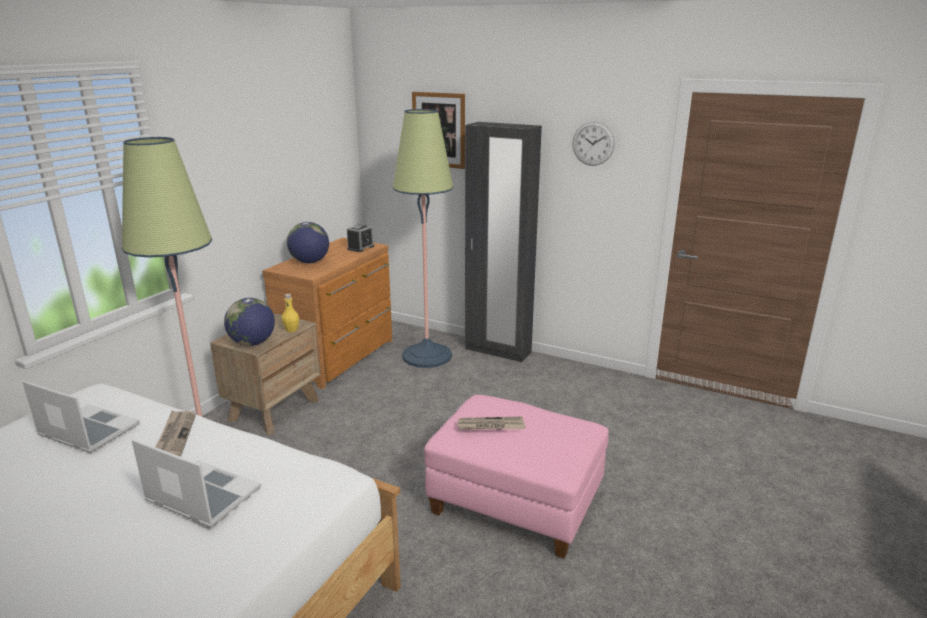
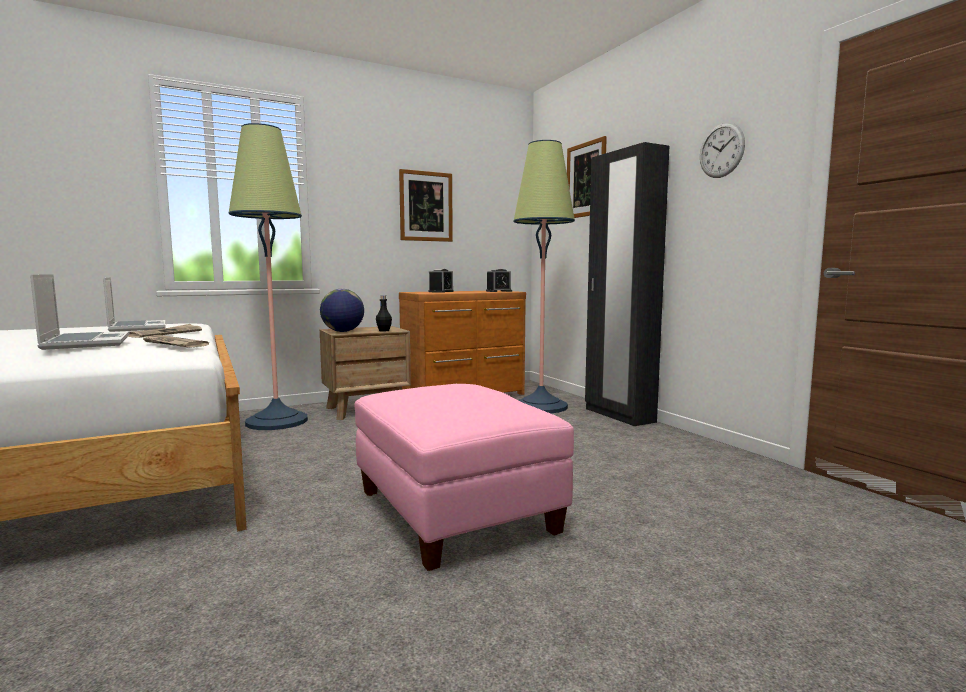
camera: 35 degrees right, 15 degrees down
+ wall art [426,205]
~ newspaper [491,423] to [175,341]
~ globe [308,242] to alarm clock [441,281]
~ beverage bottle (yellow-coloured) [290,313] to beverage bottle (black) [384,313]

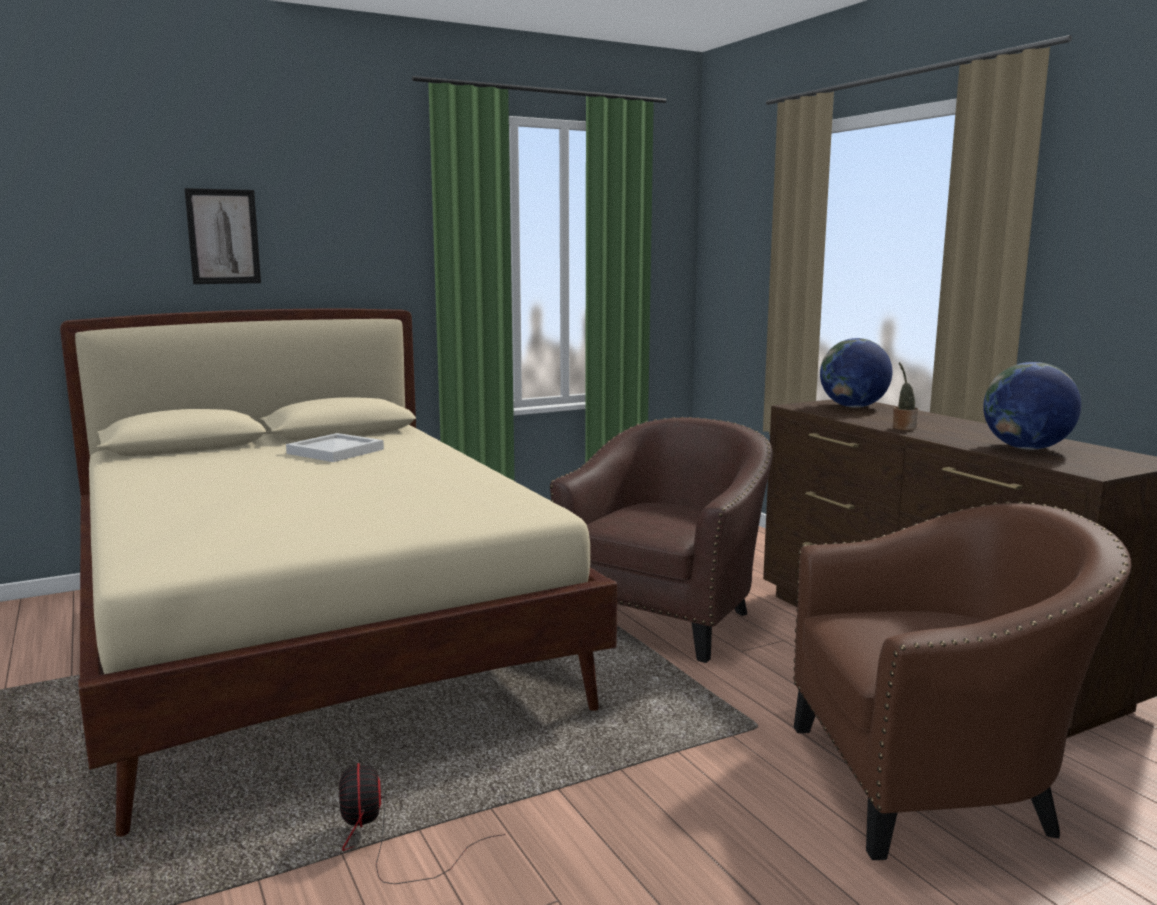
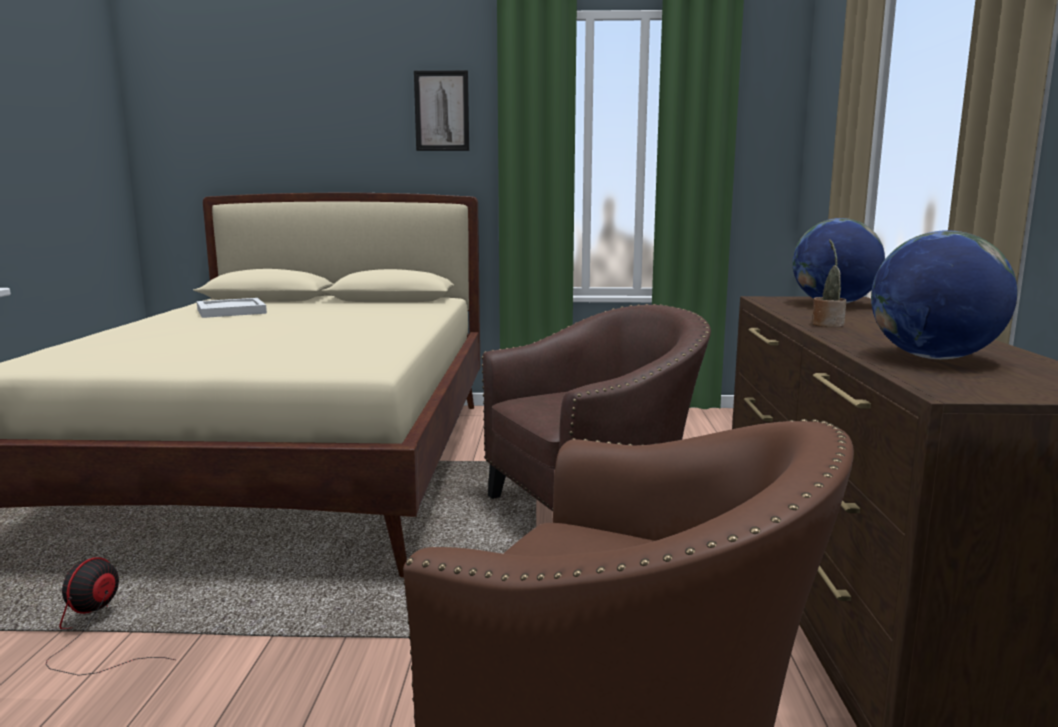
camera: 30 degrees right, 0 degrees up
~ wall art [222,236] to [441,110]
~ carrying tray (white) [335,447] to [232,308]

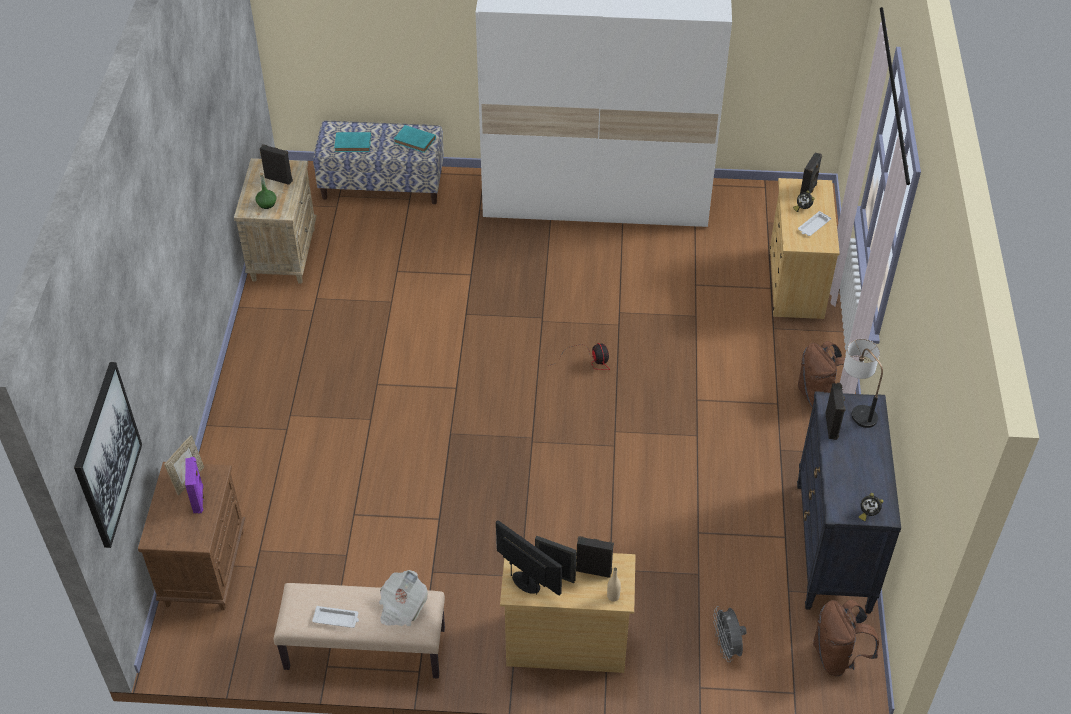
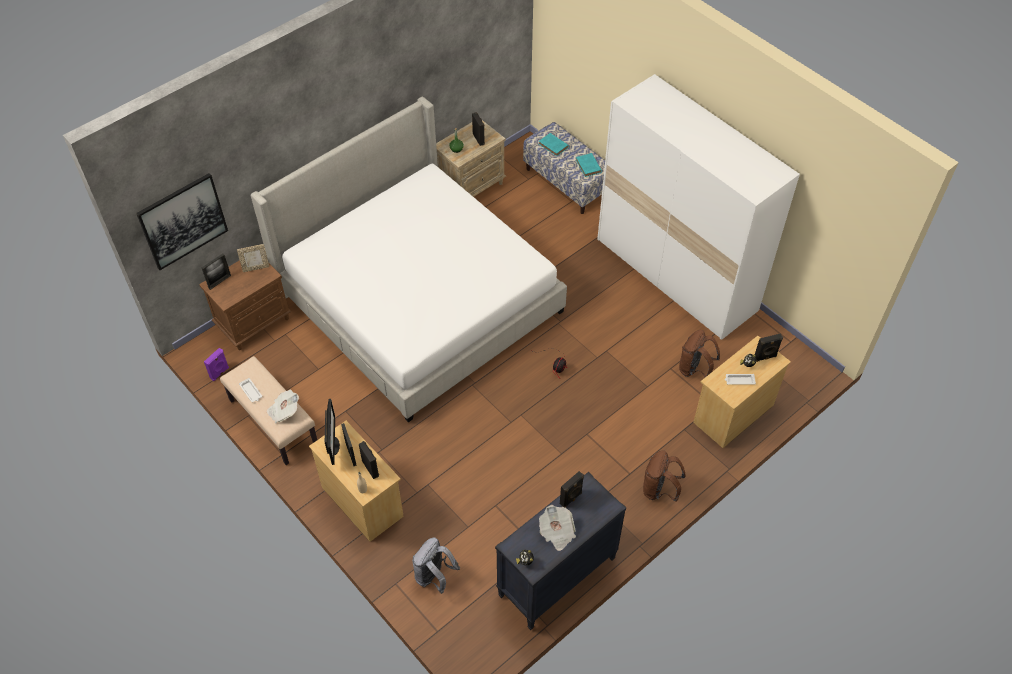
camera: 45 degrees right, 5 degrees up
- table lamp [863,383]
+ photo frame [216,272]
+ sleeping bed [409,259]
+ newspaper [557,528]
~ speaker (purple) [194,485] to [216,364]
~ knapsack (brown-coloured) [846,638] to [699,353]
~ cooling fan (gray) [730,634] to knapsack (gray) [436,566]

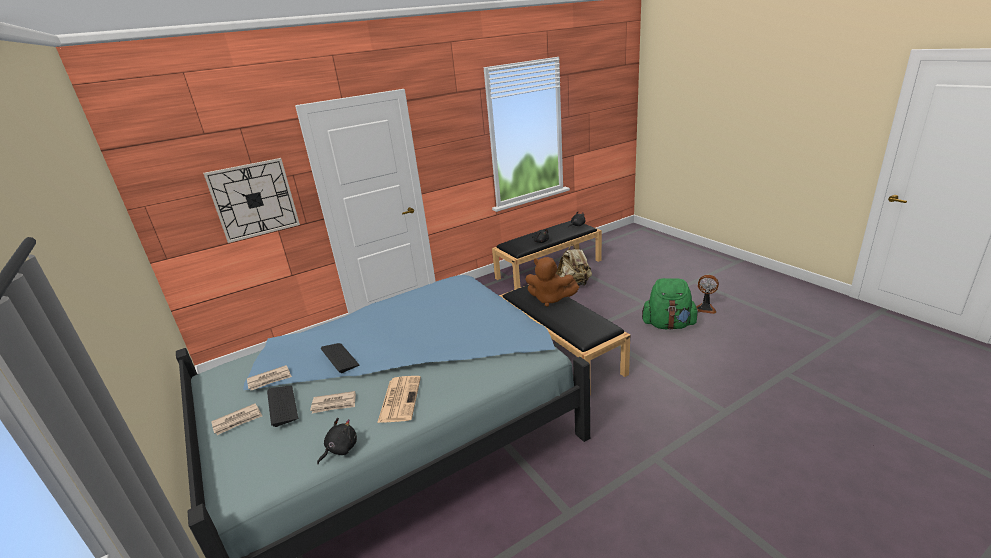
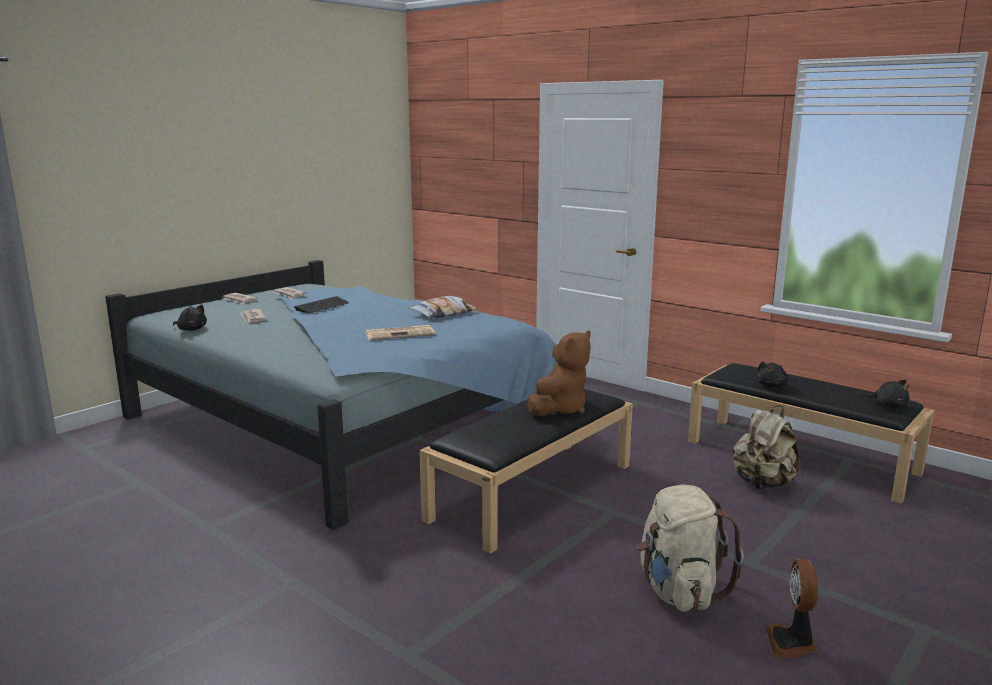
camera: 70 degrees right, 10 degrees down
- hanging clock [251,200]
- PC keyboard [282,406]
+ pillow [443,307]
~ newspaper [399,399] to [400,332]
~ knapsack (greenish) [670,304] to knapsack (sand-coloured) [690,548]
~ soft toy (brown-coloured) [552,282] = [559,373] 150 degrees counterclockwise

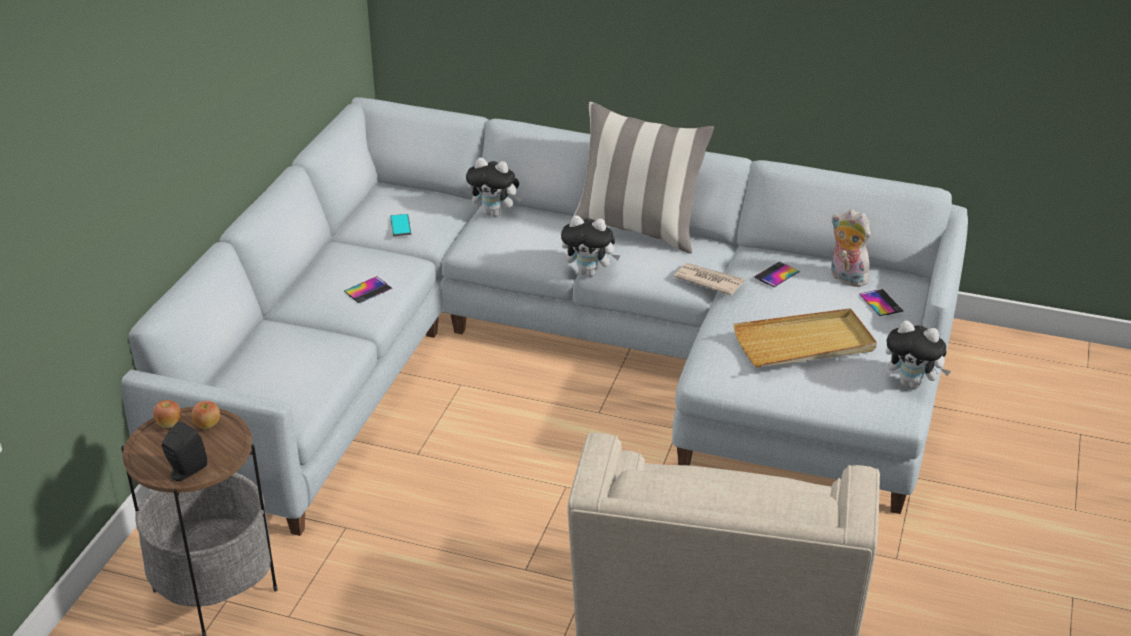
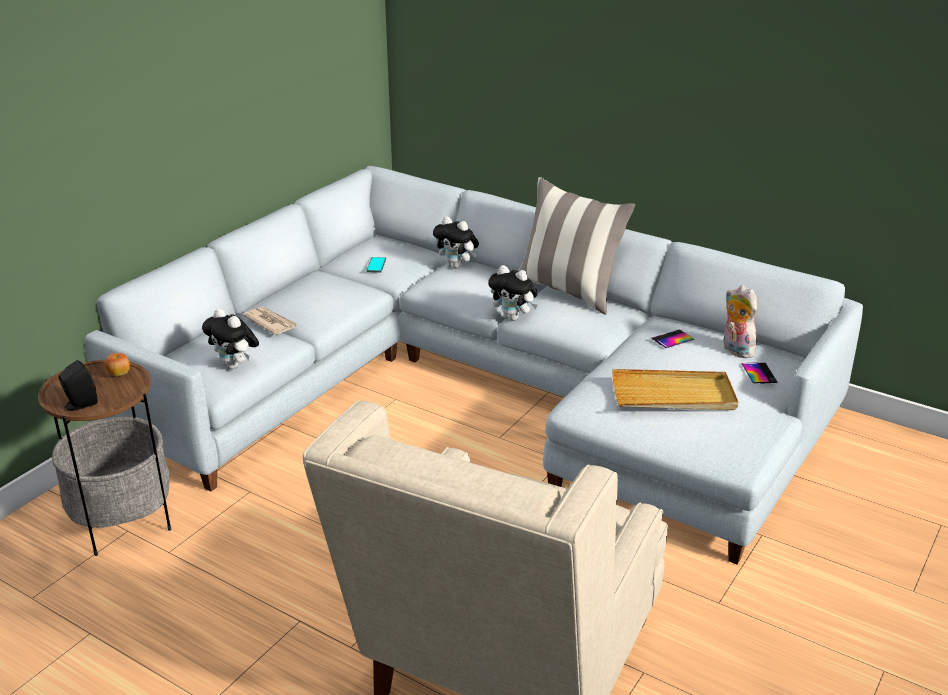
camera: 15 degrees right, 5 degrees down
- whole apple [167,414]
- telephone [368,289]
~ newspaper [709,279] to [271,320]
~ soft toy [918,354] to [230,338]

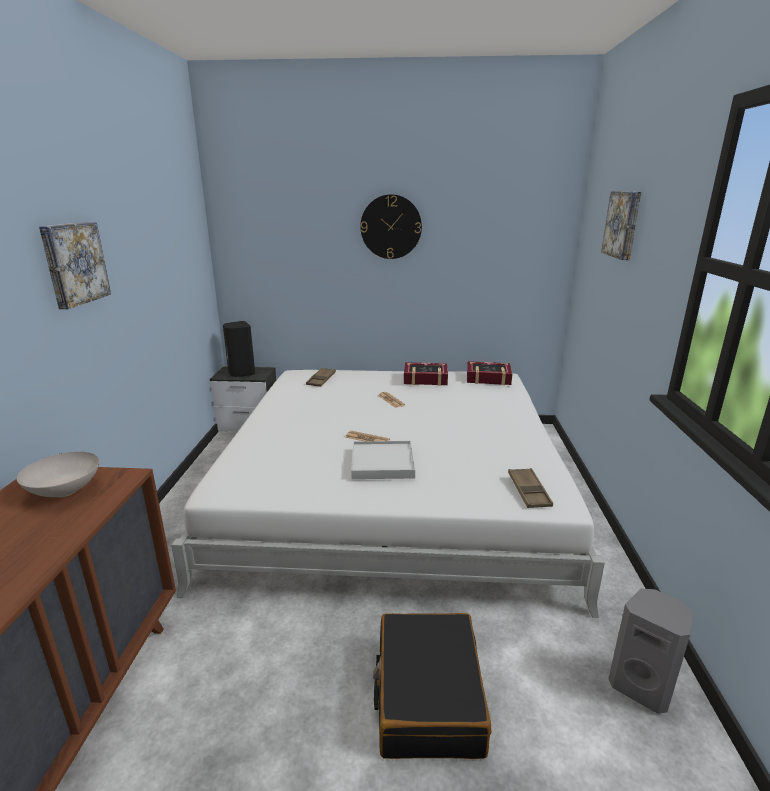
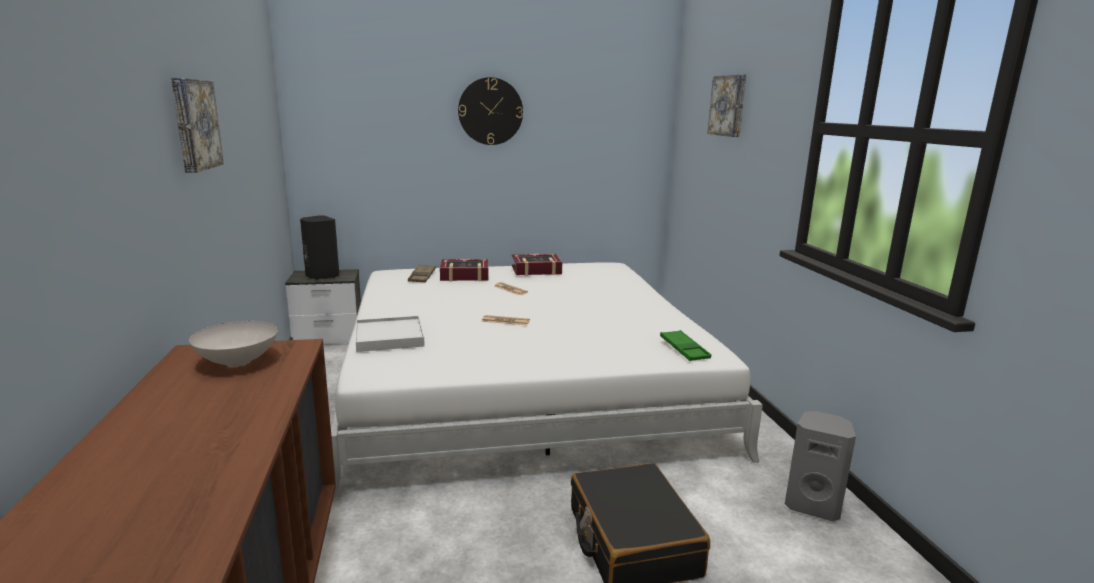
camera: 15 degrees left, 5 degrees down
~ carrying tray (white) [383,460] to [390,334]
~ bound book [489,373] to [464,270]
~ carrying tray (brown-coloured) [530,488] to carrying tray (greenish) [685,345]

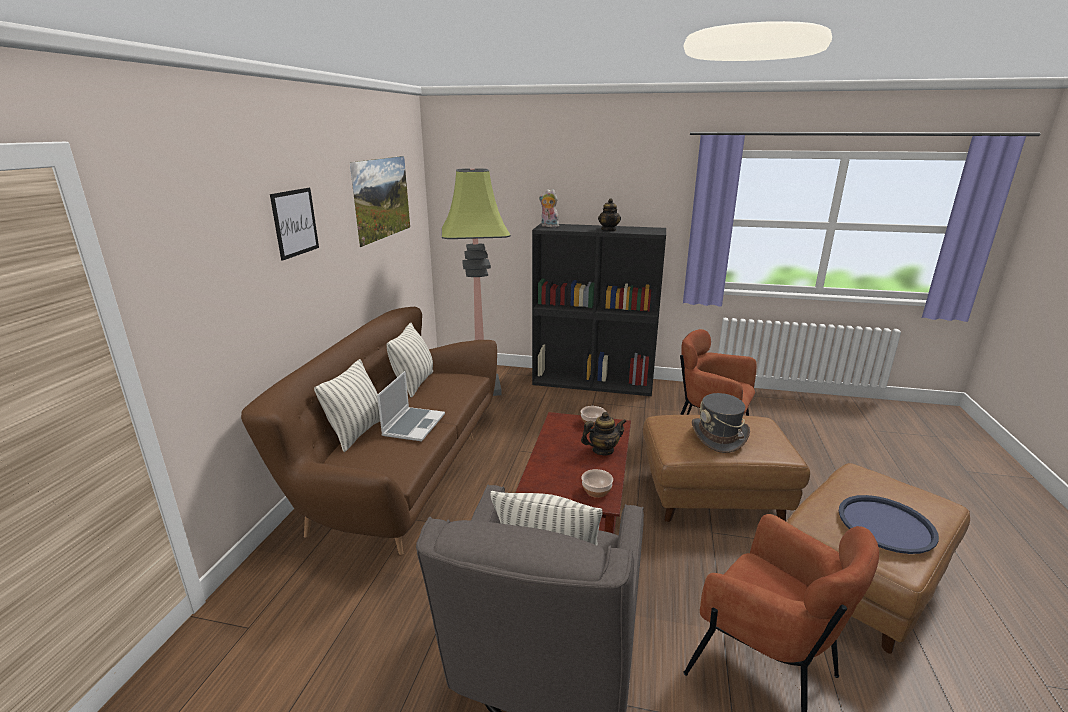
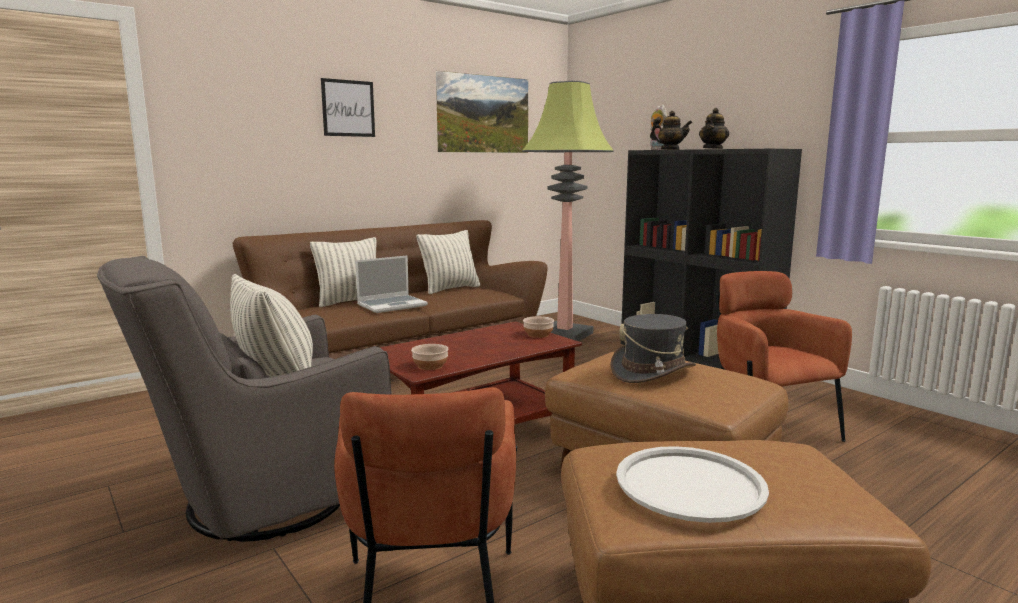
camera: 40 degrees right, 10 degrees down
~ teapot [604,434] to [671,130]
~ carrying tray (blue) [889,524] to carrying tray (white) [692,484]

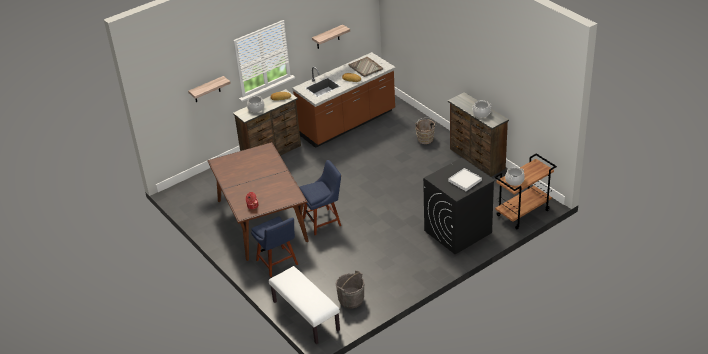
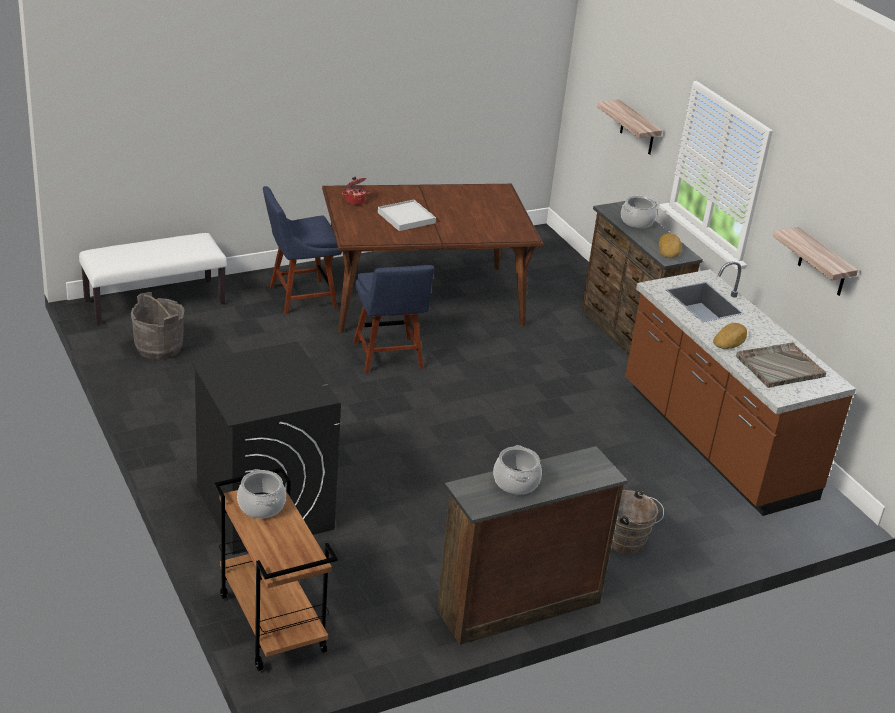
camera: 95 degrees right, 5 degrees down
~ carrying tray (white) [465,179] to [407,215]

